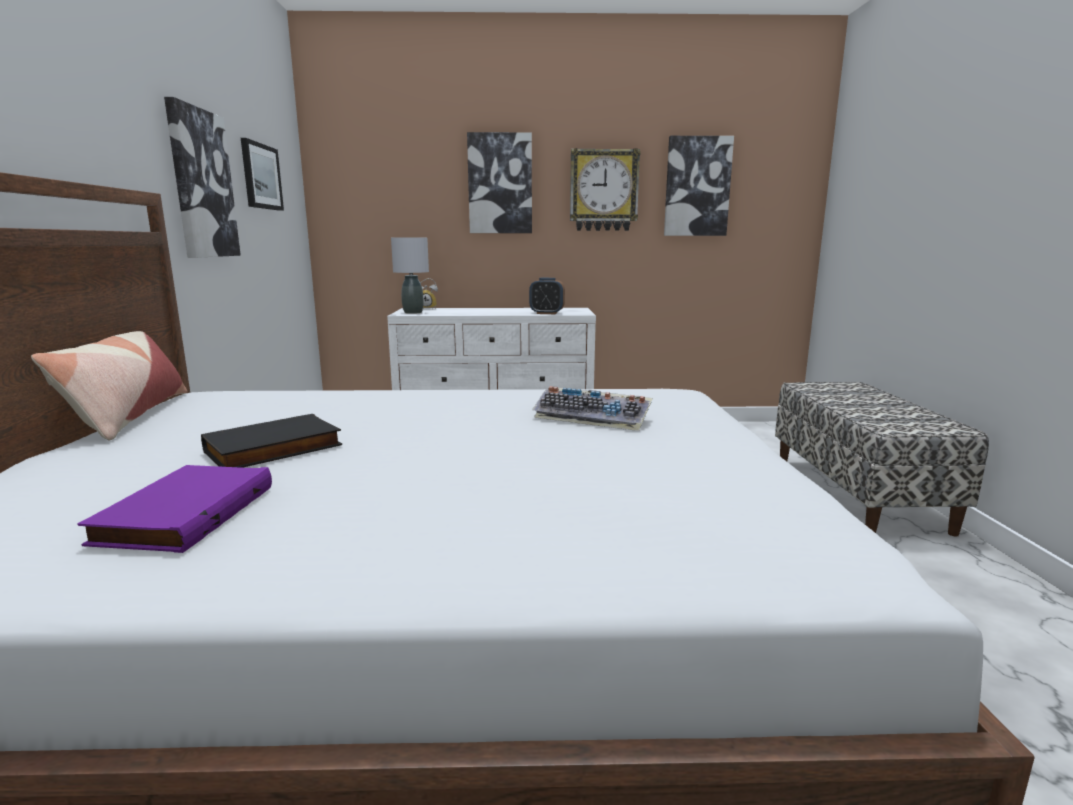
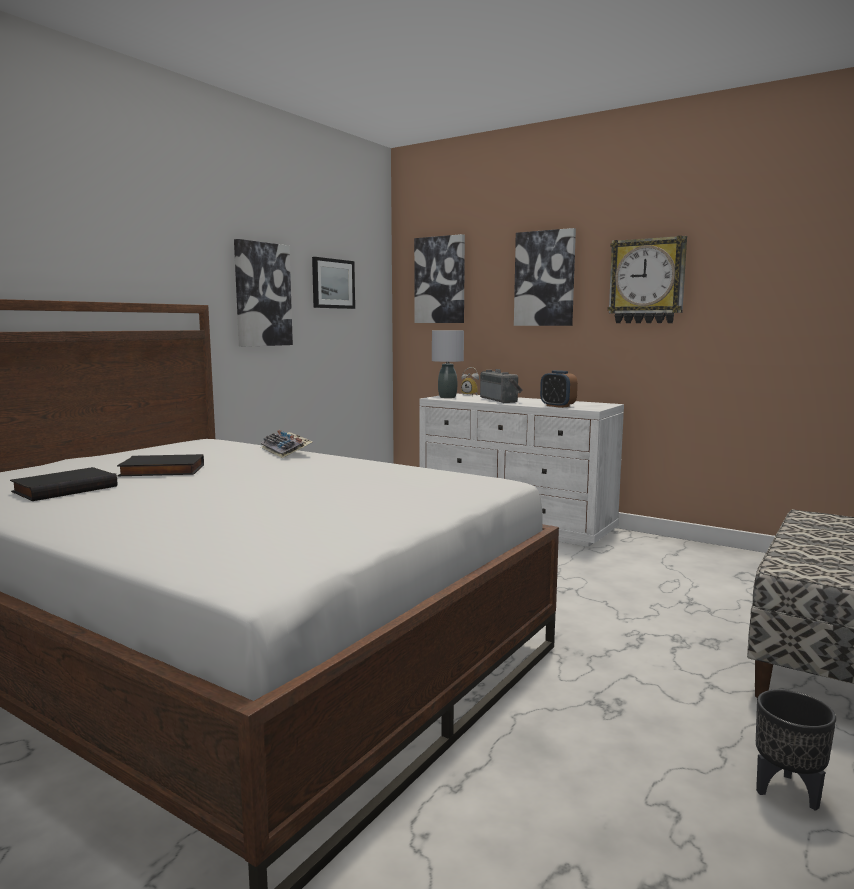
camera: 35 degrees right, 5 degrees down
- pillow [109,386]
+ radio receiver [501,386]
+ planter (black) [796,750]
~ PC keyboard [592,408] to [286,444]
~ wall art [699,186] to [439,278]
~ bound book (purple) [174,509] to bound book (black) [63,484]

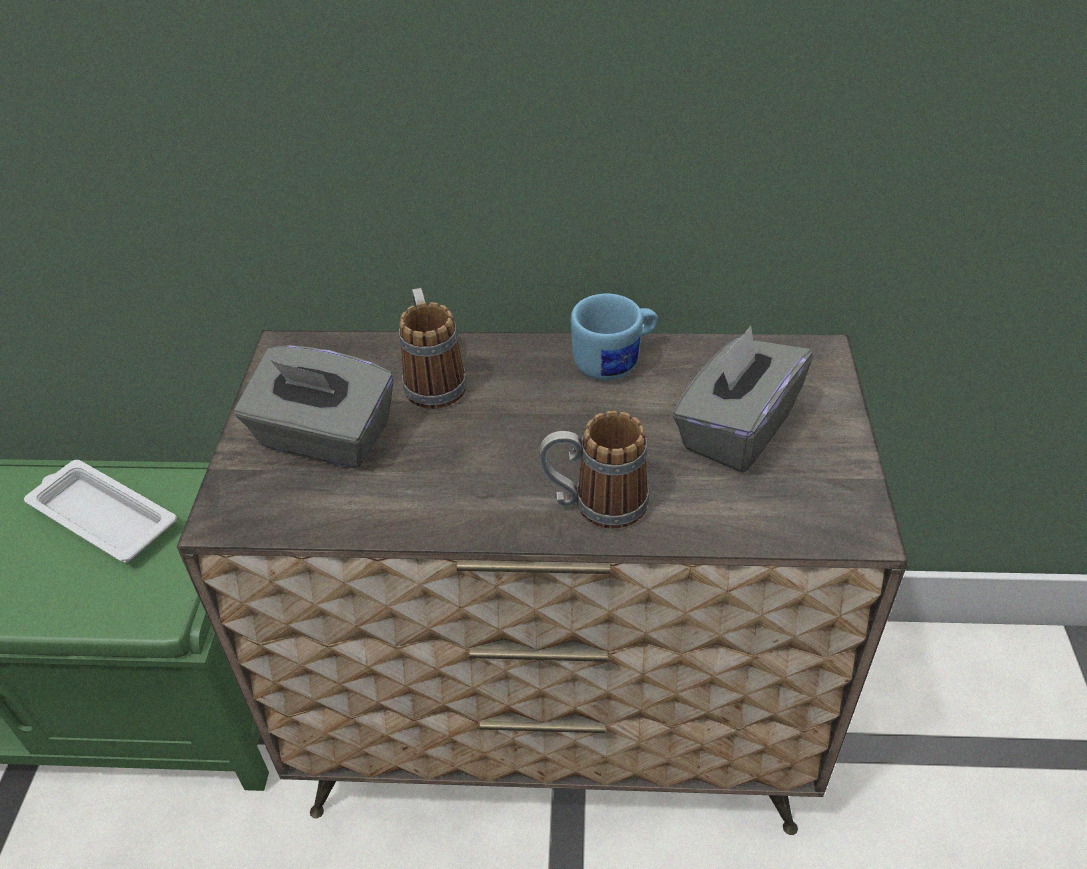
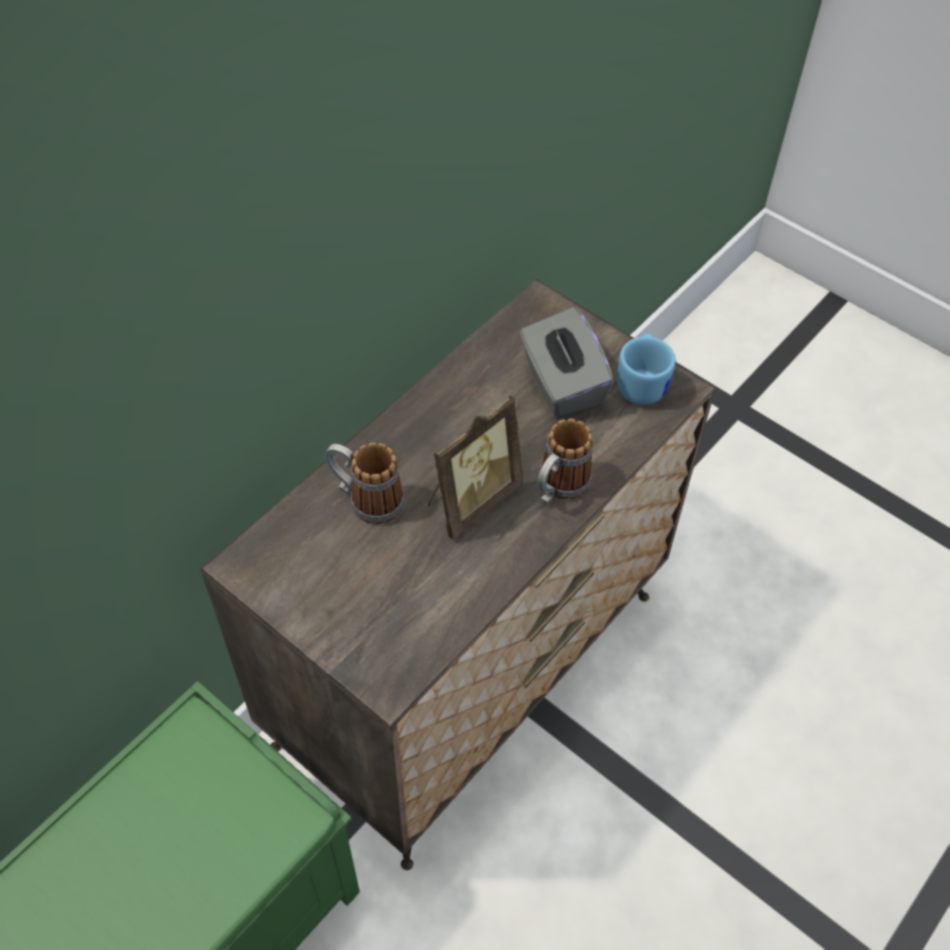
camera: 55 degrees left, 10 degrees up
- carrying tray (white) [100,511]
- tissue holder (gray) [314,406]
+ photo frame [475,467]
~ tea mug (blue) [614,337] to [646,369]

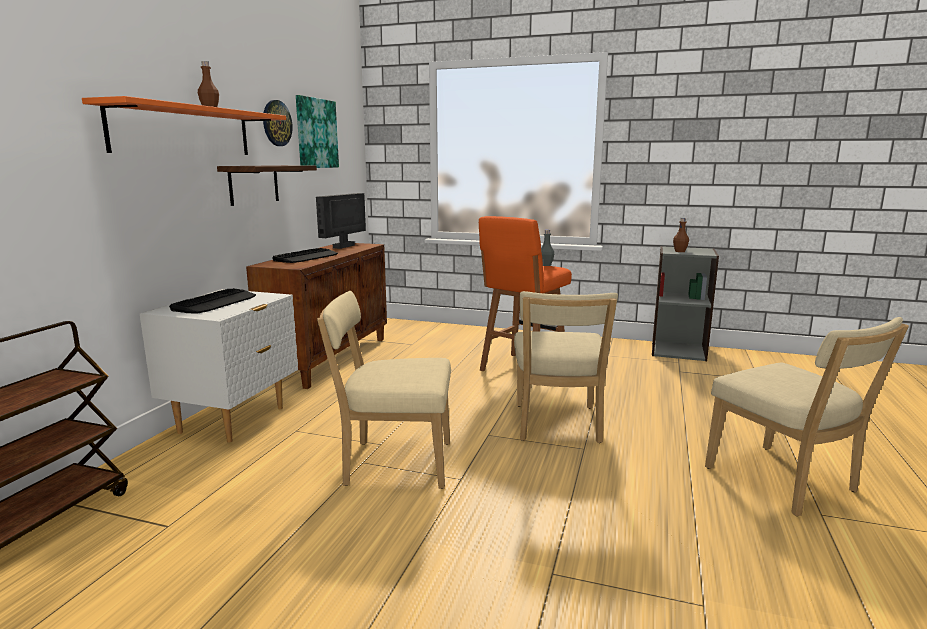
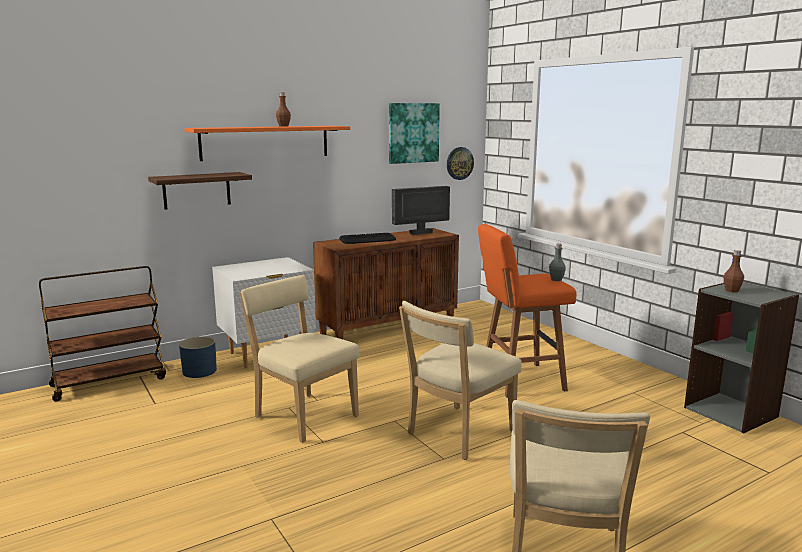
camera: 40 degrees right, 0 degrees up
- PC keyboard [212,301]
+ planter (blue) [198,357]
~ wall shelf [267,185] to [200,191]
~ hanging clock [277,123] to [460,163]

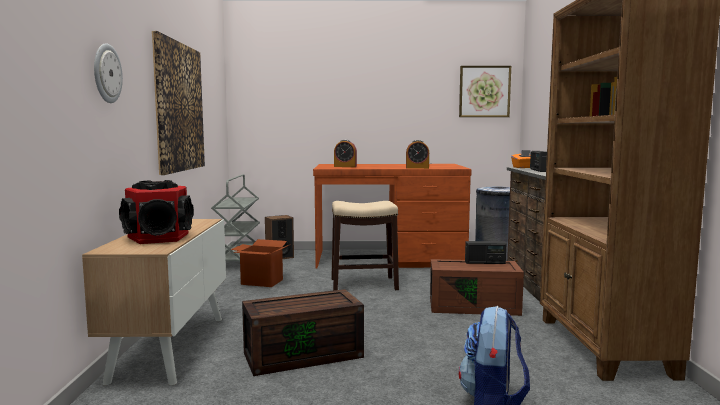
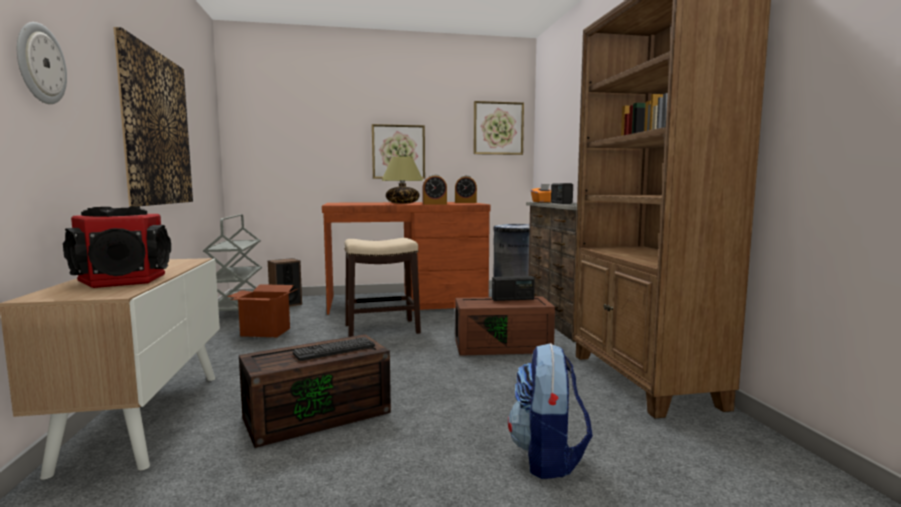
camera: 10 degrees left, 0 degrees up
+ PC keyboard [334,349]
+ wall art [398,151]
+ table lamp [402,180]
~ alarm clock [345,153] to [466,189]

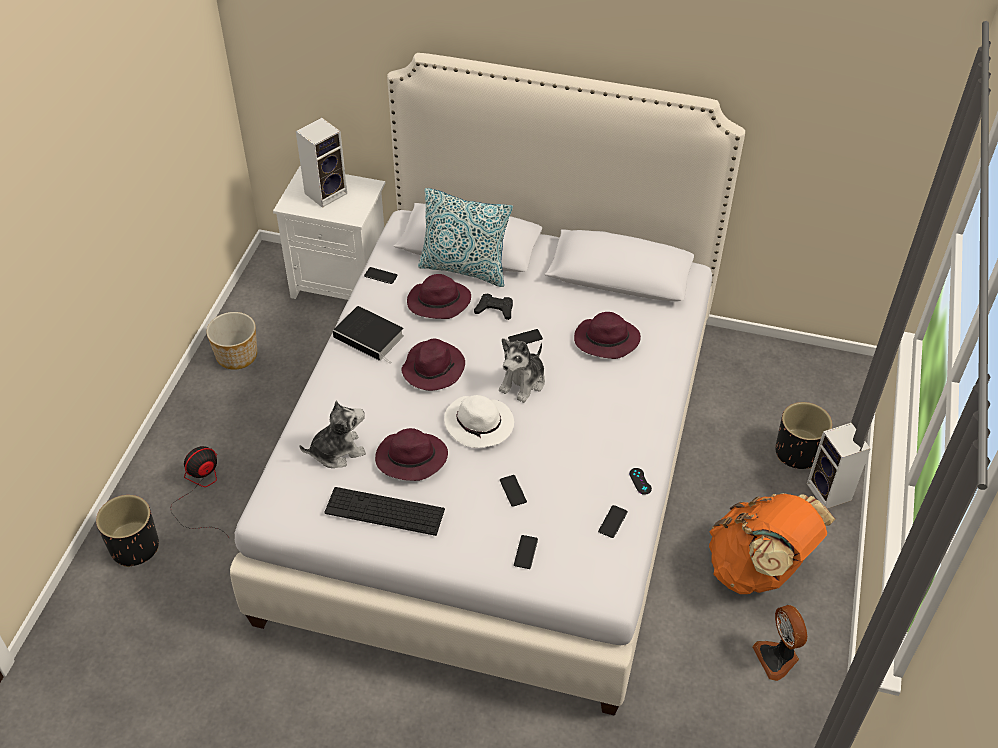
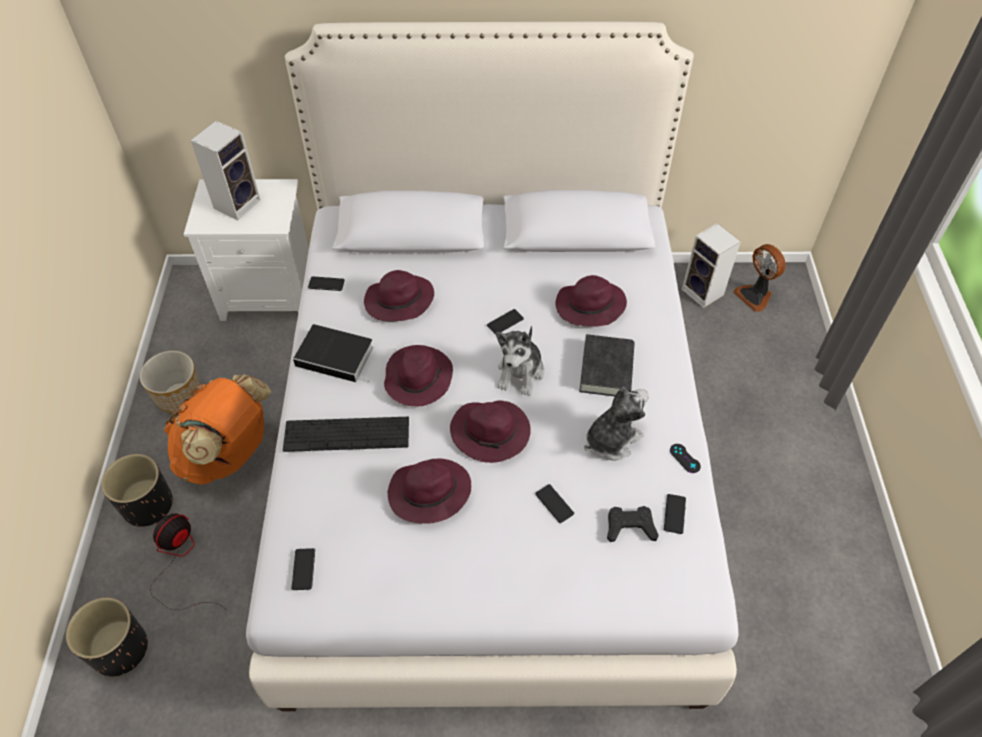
camera: 15 degrees left, 5 degrees up
- pillow [465,237]
+ bound book (black) [607,365]
~ soft toy [333,434] to [616,424]
~ PC keyboard [384,511] to [346,434]
~ game controller (black) [493,307] to [633,524]
~ telephone [526,552] to [303,569]
~ knapsack (orange) [772,543] to [218,429]
~ cooling fan [779,643] to [759,278]
~ planter (black) [803,435] to [137,490]
~ speaker [839,466] to [711,265]
~ wearable hat (white) [479,421] to wearable hat (purple) [490,432]

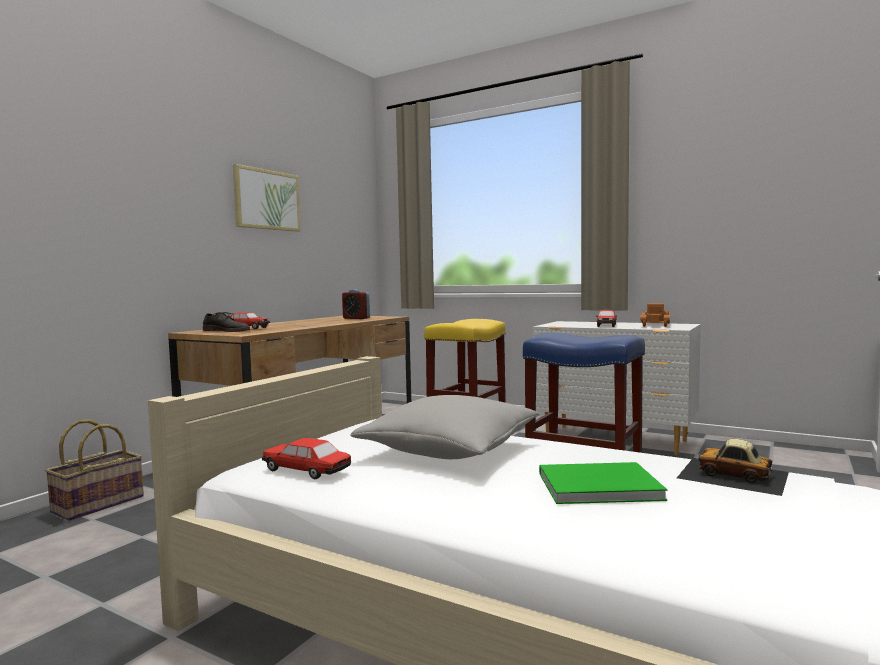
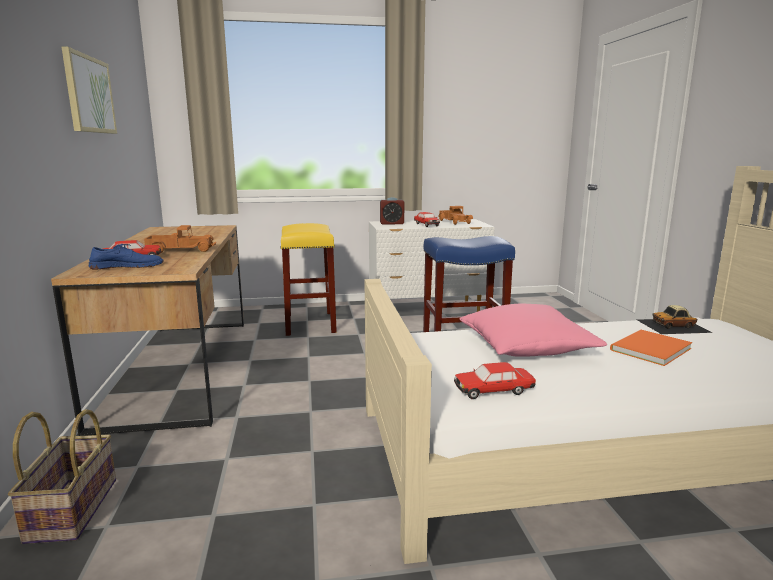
camera: 40 degrees left, 10 degrees up
+ model truck [180,239]
~ alarm clock [356,304] to [392,211]
~ shoe (gray) [226,322] to shoe (blue) [126,257]
~ pillow (gray) [445,427] to pillow (pink) [533,330]
~ bound book (greenish) [603,483] to bound book (orange) [651,348]

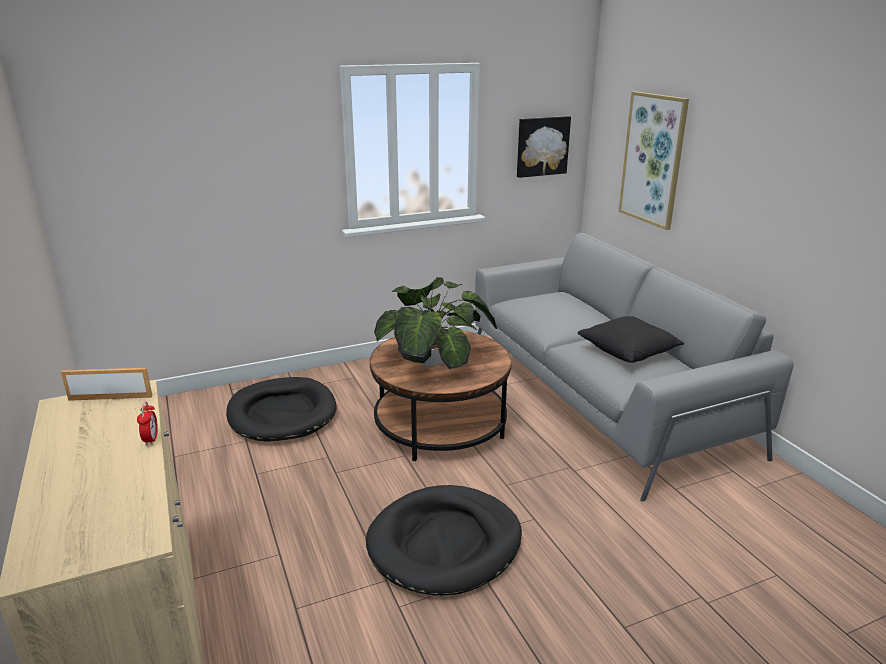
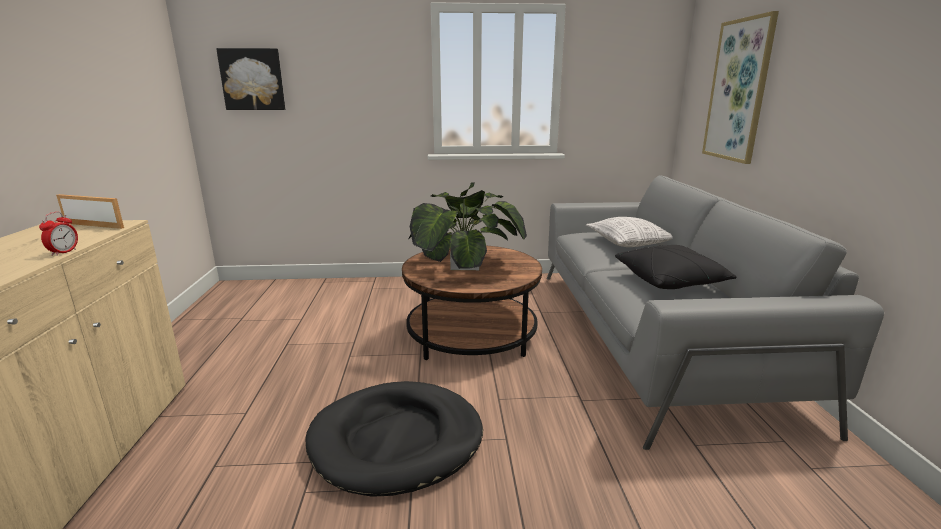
camera: 20 degrees right, 5 degrees down
- dog cushion (black) [281,409]
+ pillow [629,232]
~ wall art [544,147] to [250,79]

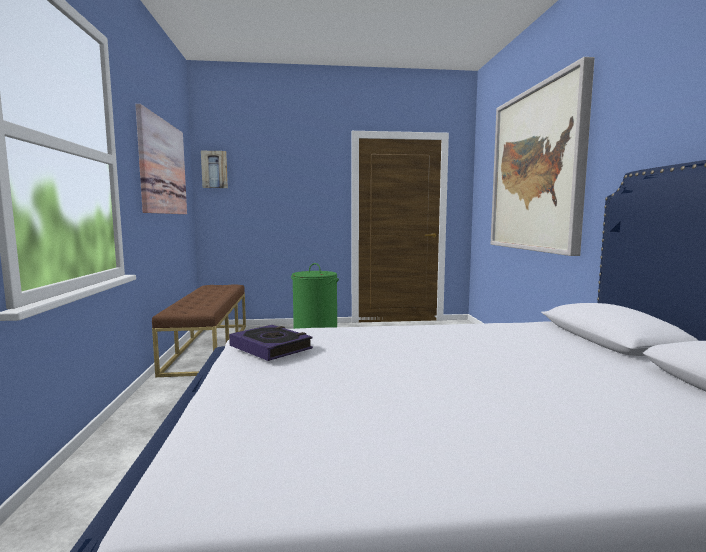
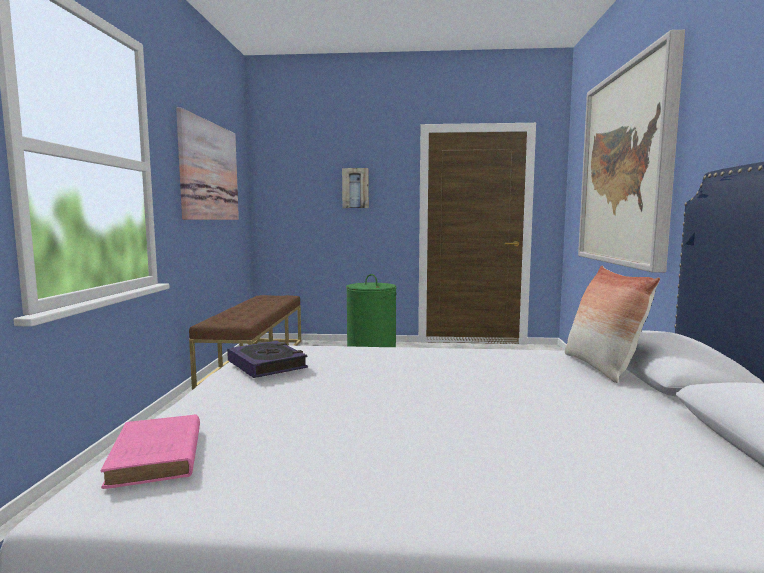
camera: 10 degrees right, 0 degrees up
+ bound book (pink) [150,451]
+ pillow [612,324]
~ wall art [214,169] to [355,188]

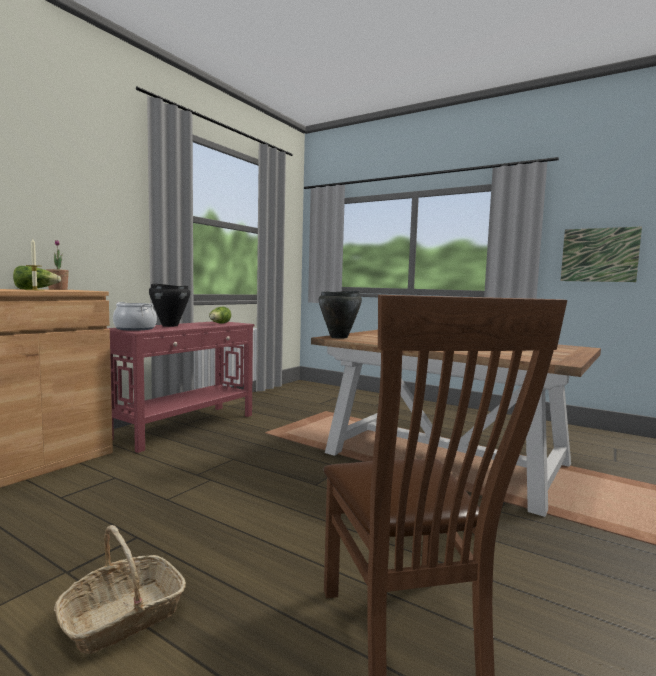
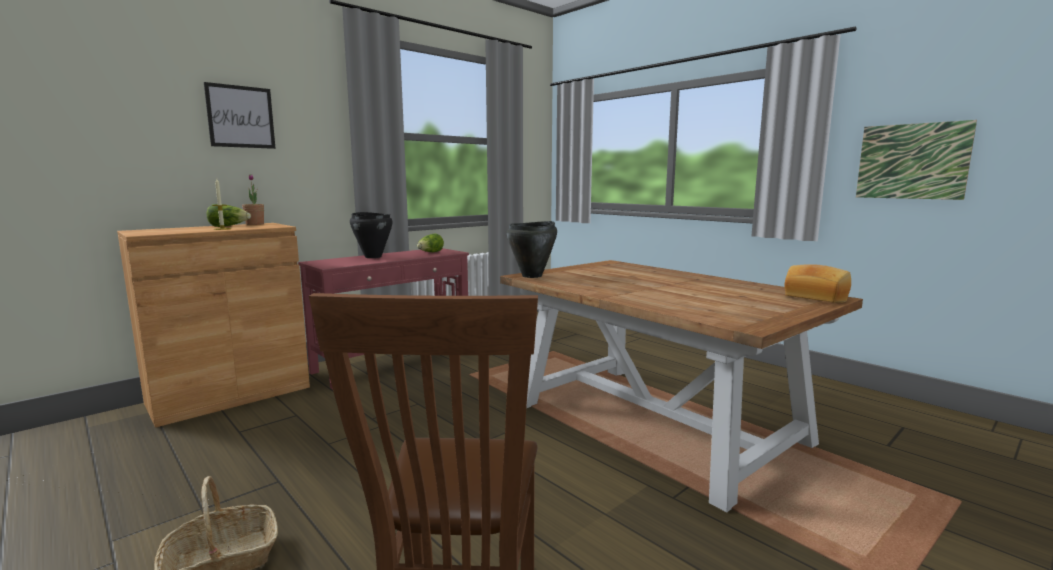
camera: 15 degrees right, 5 degrees up
- cooking pot [135,316]
+ wall art [240,115]
+ bread [818,283]

